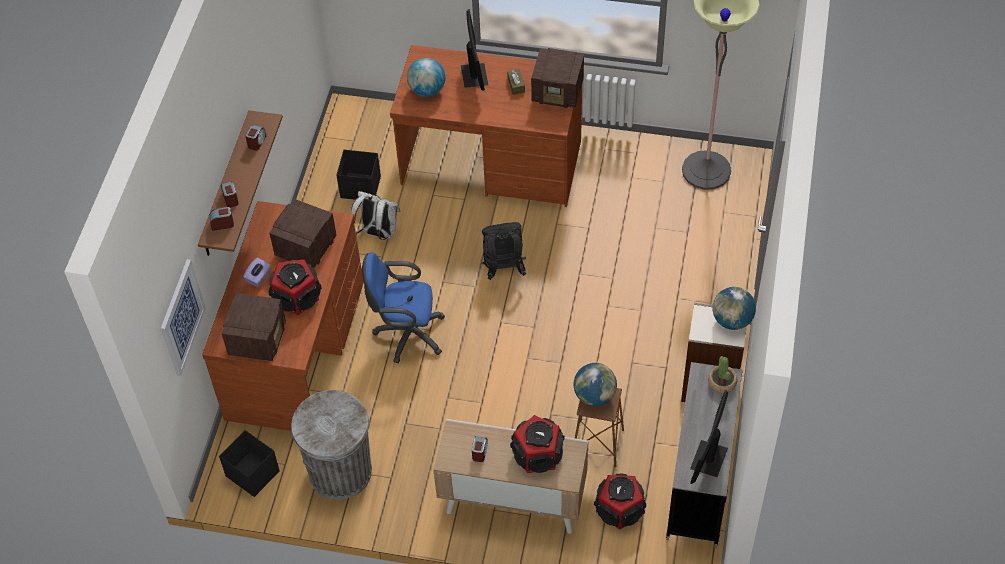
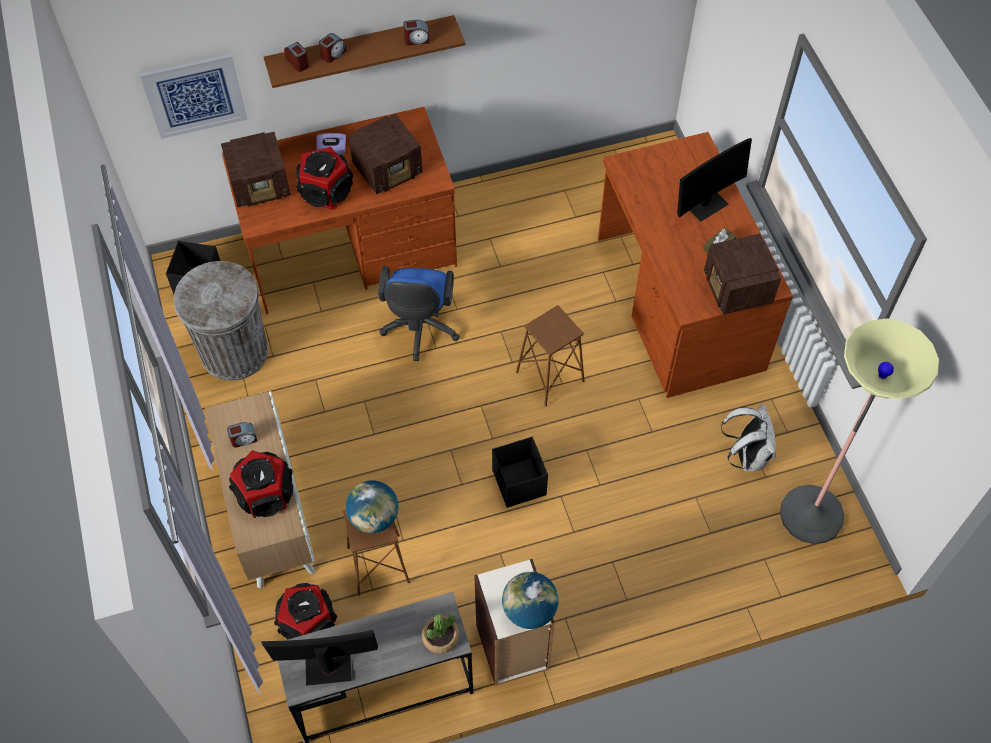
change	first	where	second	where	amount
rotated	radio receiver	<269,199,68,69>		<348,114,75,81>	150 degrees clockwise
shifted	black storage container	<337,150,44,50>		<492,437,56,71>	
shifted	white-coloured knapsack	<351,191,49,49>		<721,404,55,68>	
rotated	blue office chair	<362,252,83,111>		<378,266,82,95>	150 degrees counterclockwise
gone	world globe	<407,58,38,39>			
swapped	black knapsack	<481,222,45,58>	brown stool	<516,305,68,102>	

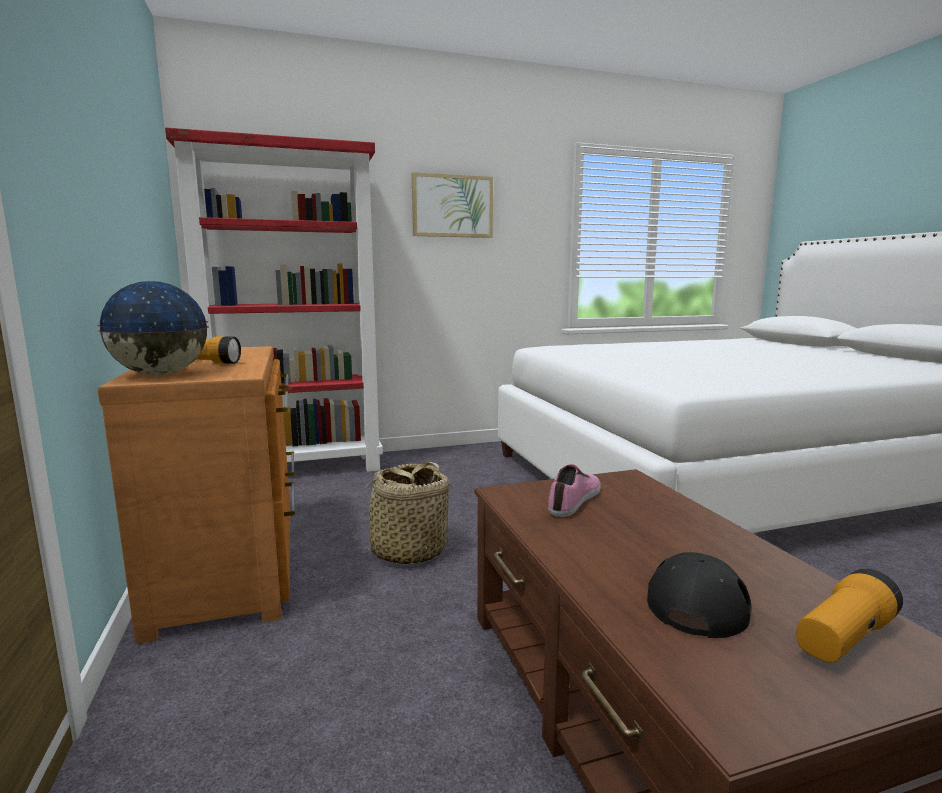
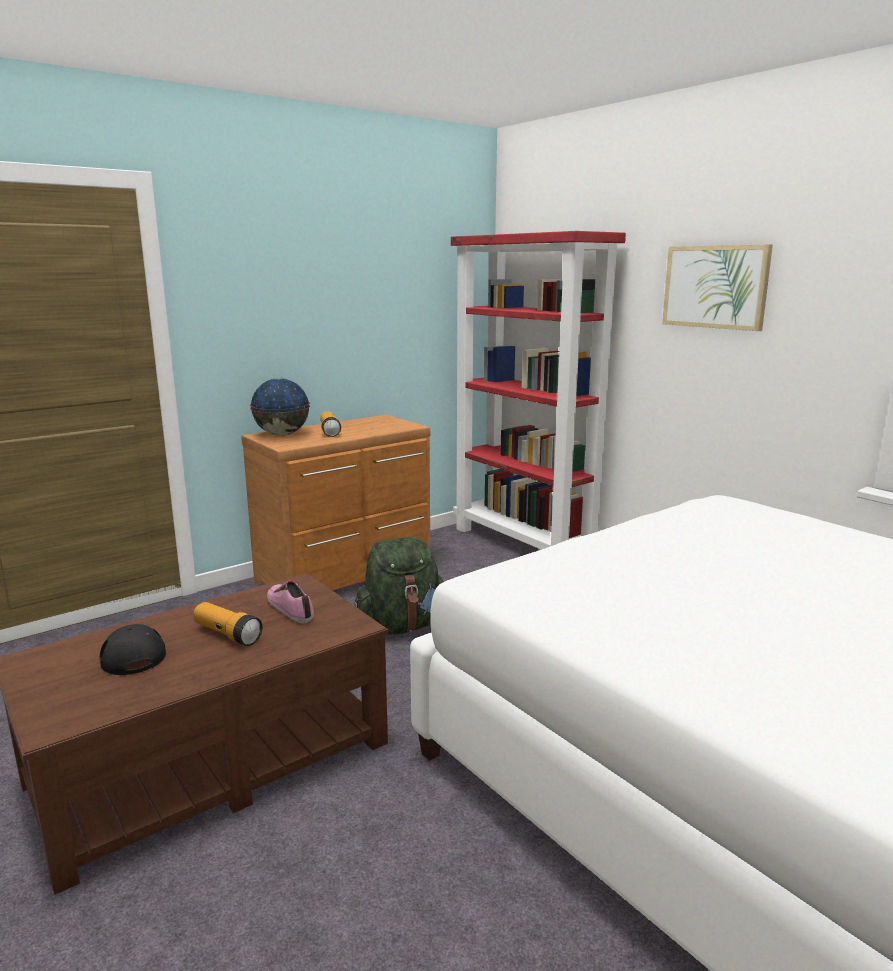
change	first	where	second	where	amount
swapped	basket	<350,462,107,103>	green-coloured knapsack	<354,537,90,97>	
rotated	shoe	<548,464,53,53>		<267,580,47,43>	135 degrees counterclockwise
rotated	black cap	<647,552,104,86>		<100,624,66,51>	135 degrees counterclockwise
shifted	hand torch	<796,569,107,94>		<194,602,68,44>	

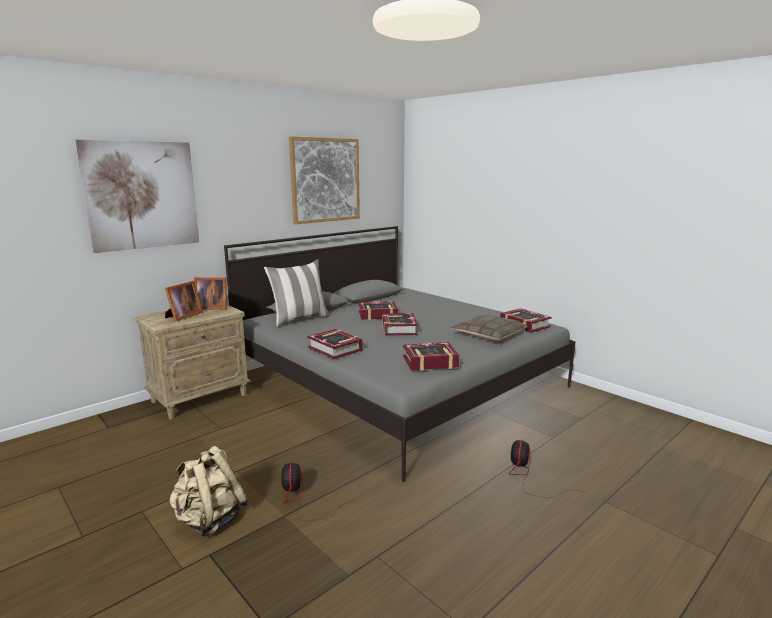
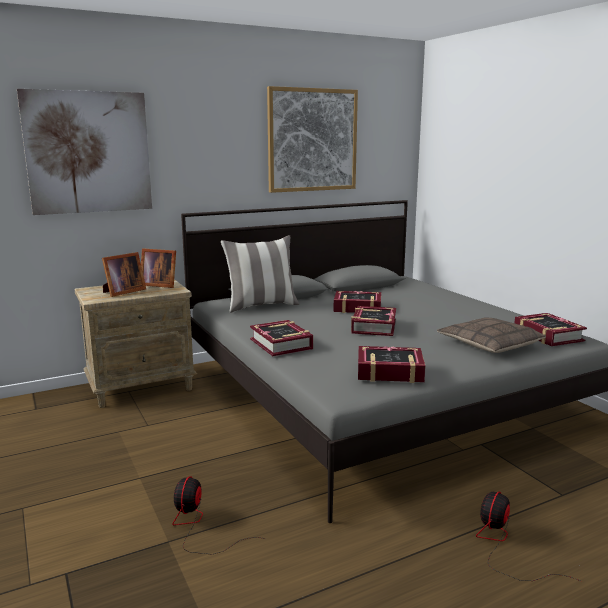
change	first	where	second	where	amount
gone	beige-coloured knapsack	<170,446,78,92>			

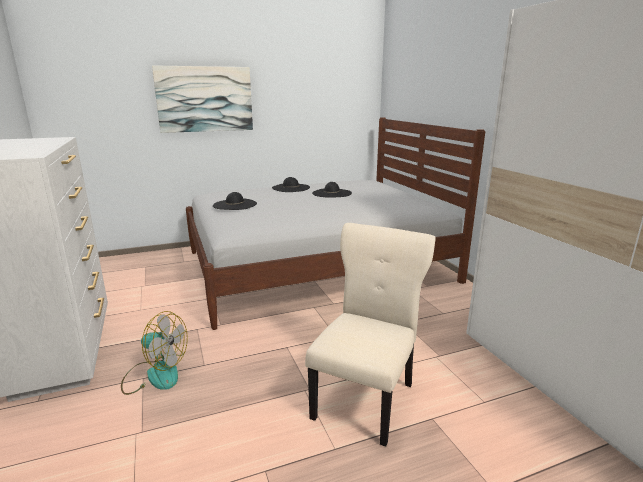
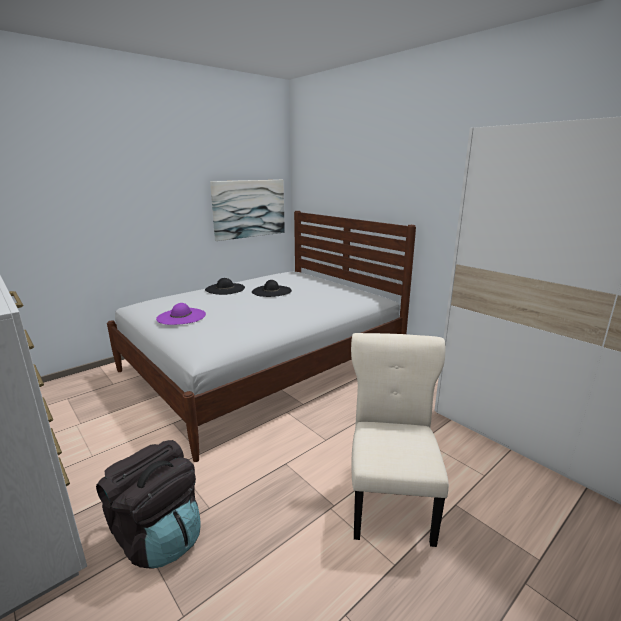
change	first	where	second	where	amount
swapped	fan	<121,311,67,84>	black knapsack	<96,440,105,128>	
shifted	wall art	<152,65,101,68>		<210,180,75,61>	
repainted	black clothing hat	<213,192,44,18>	purplish clothing hat	<156,303,50,22>	

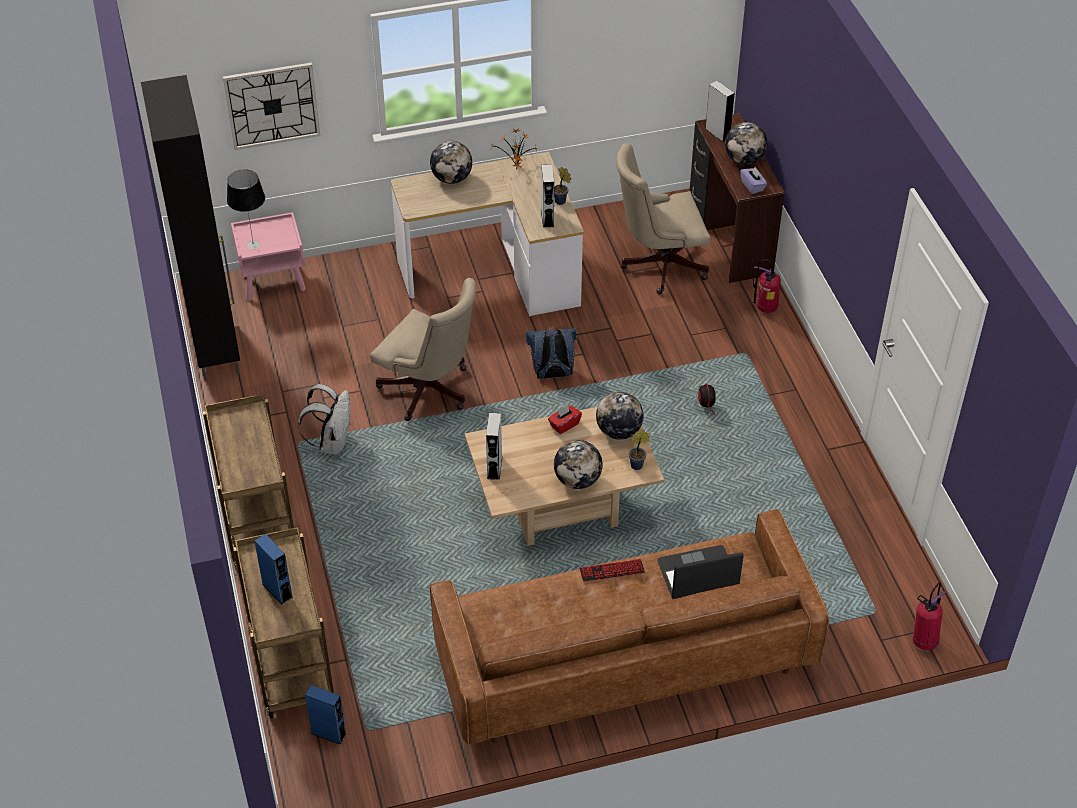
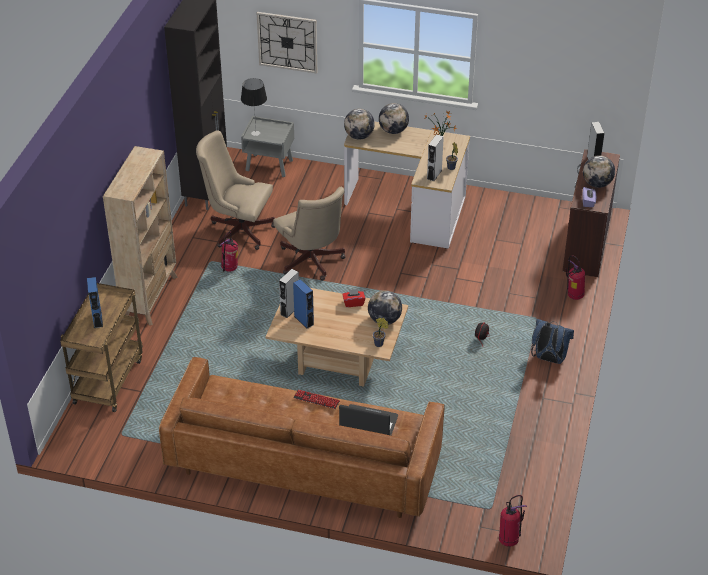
change	first	where	second	where	amount
swapped	brown wheeled cart	<203,394,91,179>	beige-coloured bookshelf	<103,146,75,180>	
repainted	pink-coloured night table	<231,212,75,89>	greyish night table	<241,116,53,61>	
swapped	white-coloured knapsack	<298,384,52,71>	fire extinguisher	<220,231,18,41>	
shifted	blue audio speaker	<305,685,42,60>		<293,279,21,50>	
shifted	blue knapsack	<526,327,51,52>		<531,319,43,45>	
shifted	world globe	<554,440,49,49>		<344,109,31,31>	
shifted	beige-coloured office chair	<616,143,94,151>		<196,130,79,120>	

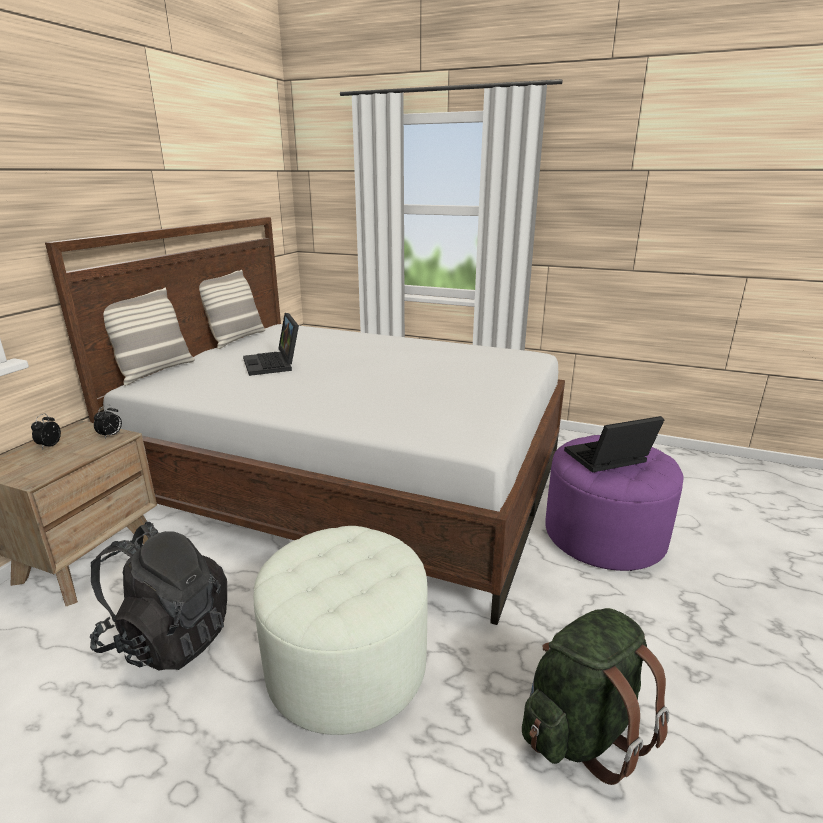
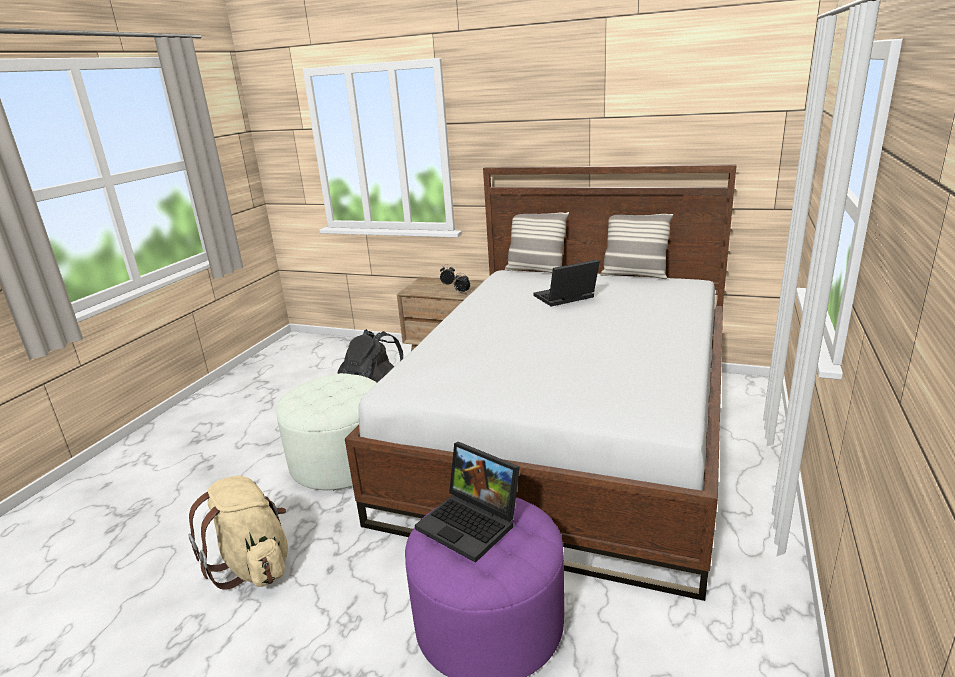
change	first	where	second	where	amount
repainted	green-coloured knapsack	<522,608,147,177>	beige-coloured knapsack	<188,476,100,114>	
rotated	portable computer	<564,416,100,56>		<415,442,105,121>	150 degrees clockwise

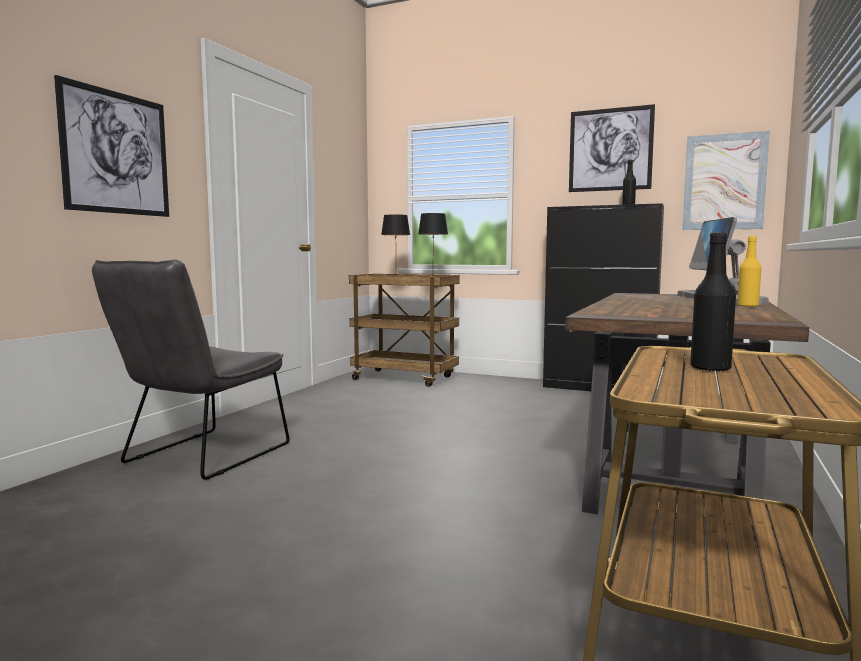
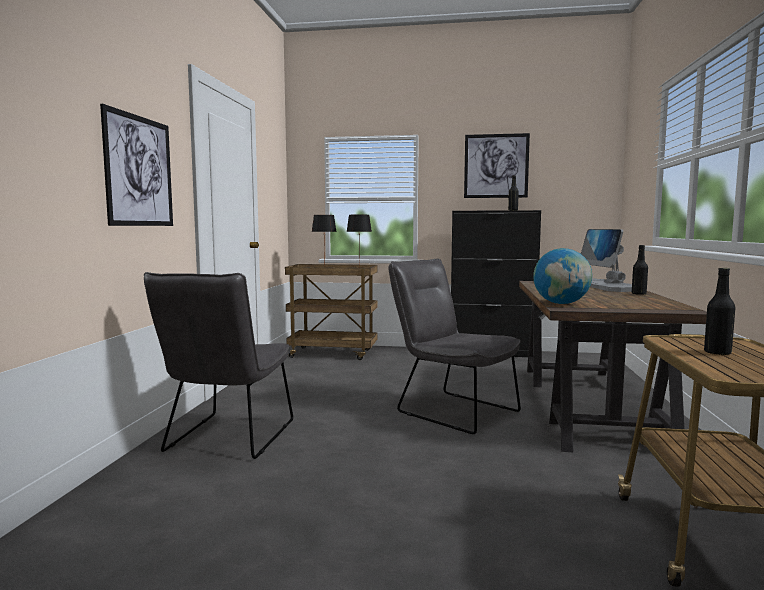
change	first	where	second	where	amount
gone	wall art	<682,131,88,99>			
repainted	yellow-coloured beverage bottle	<737,236,24,71>	black beverage bottle	<632,245,16,50>	
new			greyish plain chair	<388,259,133,175>	
new			world globe	<533,248,59,56>	

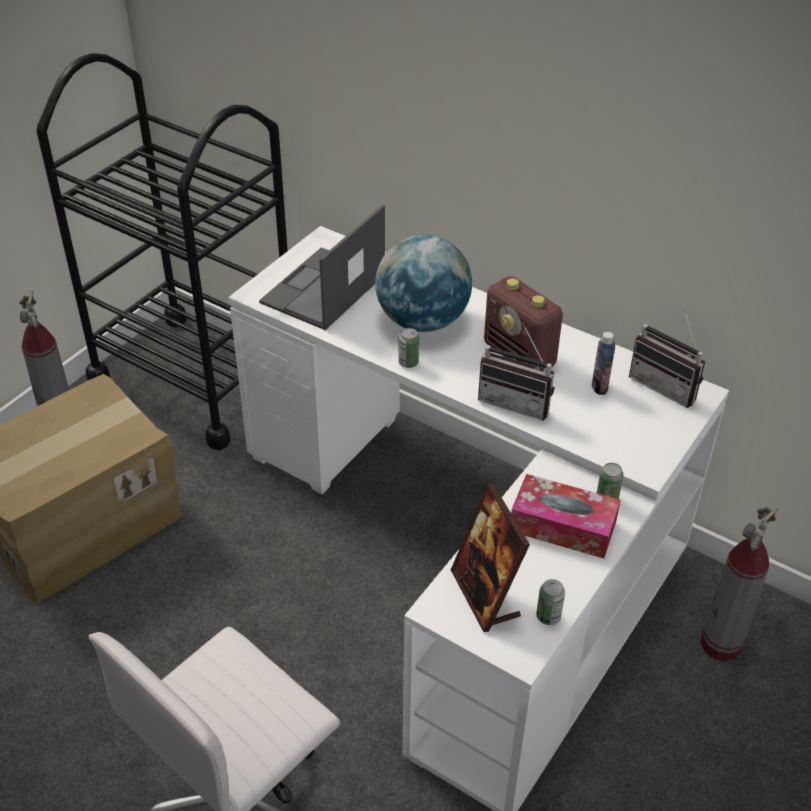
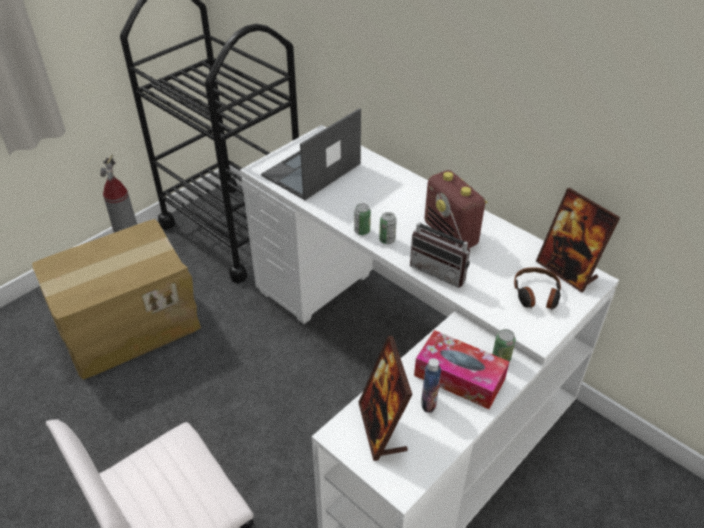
change	first	where	second	where	amount
gone	world globe	<375,235,97,97>			
shifted	metal can	<536,579,29,46>		<379,212,18,32>	
shifted	beverage bottle	<592,332,23,63>		<421,358,20,55>	
swapped	radio receiver	<629,308,76,100>	standing frame	<536,188,84,105>	
gone	fire extinguisher	<701,507,78,154>			
new			headphones	<514,267,47,43>	

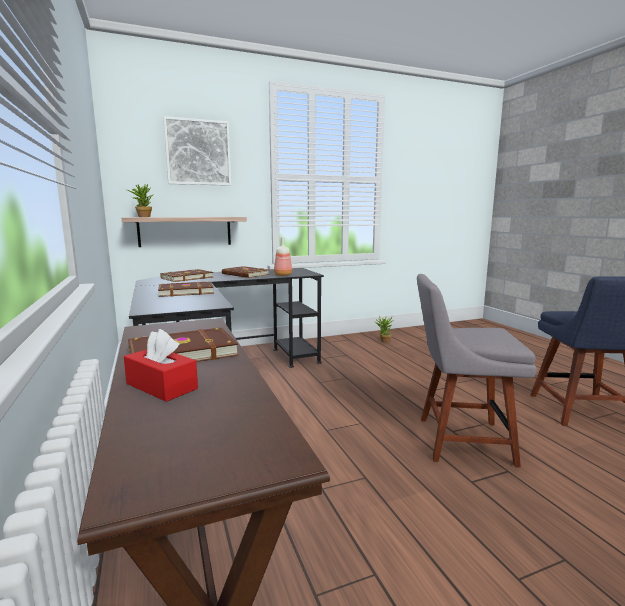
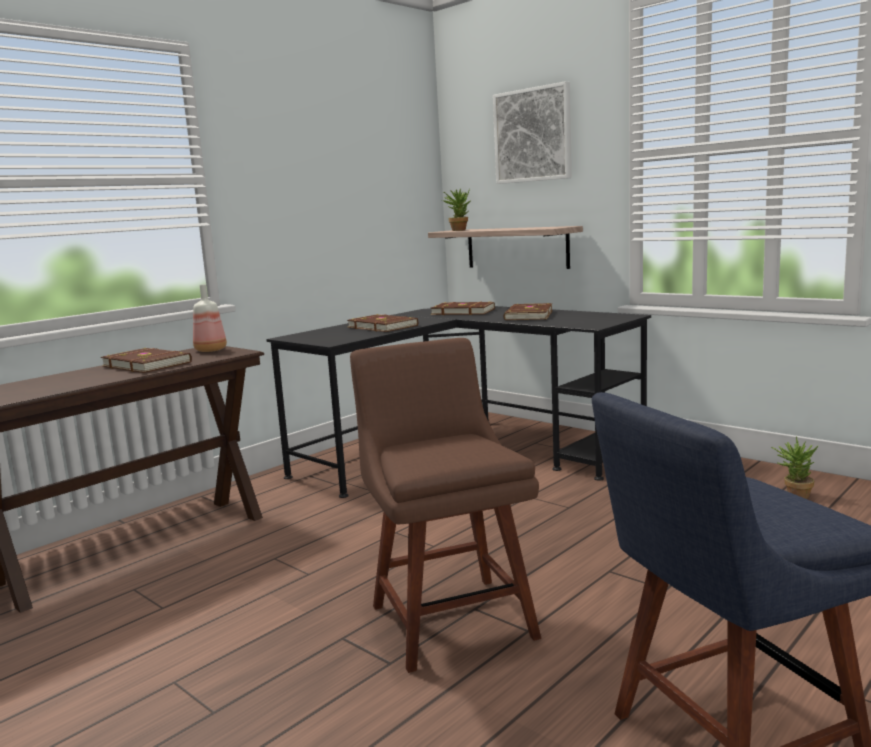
change	first	where	second	where	amount
gone	reddish box of tissues	<124,329,74,73>			
shifted	beverage bottle	<274,237,18,39>		<193,284,34,68>	
repainted	greyish plain chair	<417,274,120,194>	brown plain chair	<350,338,191,335>	

